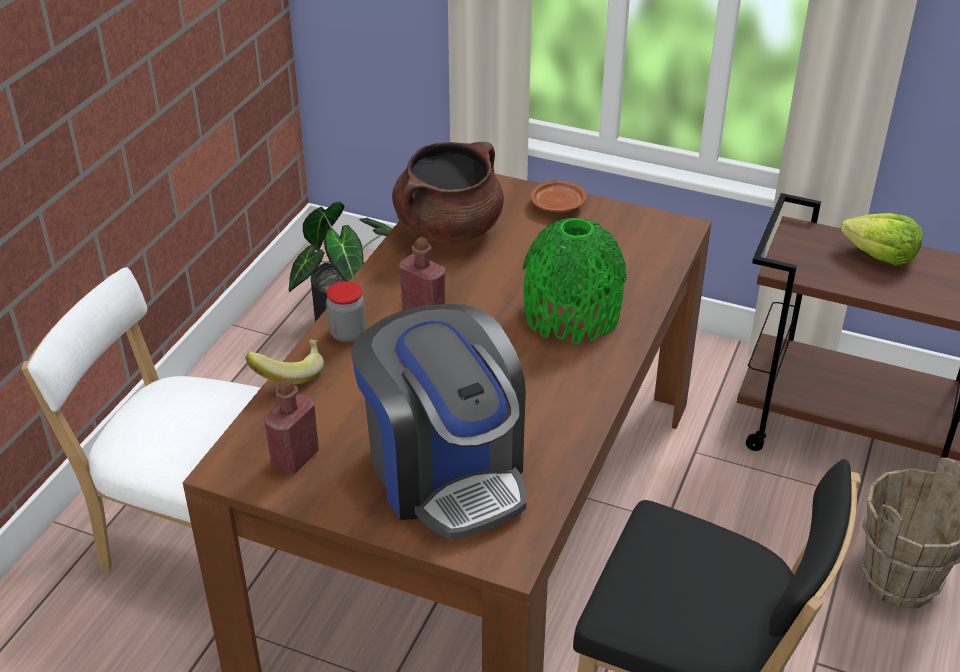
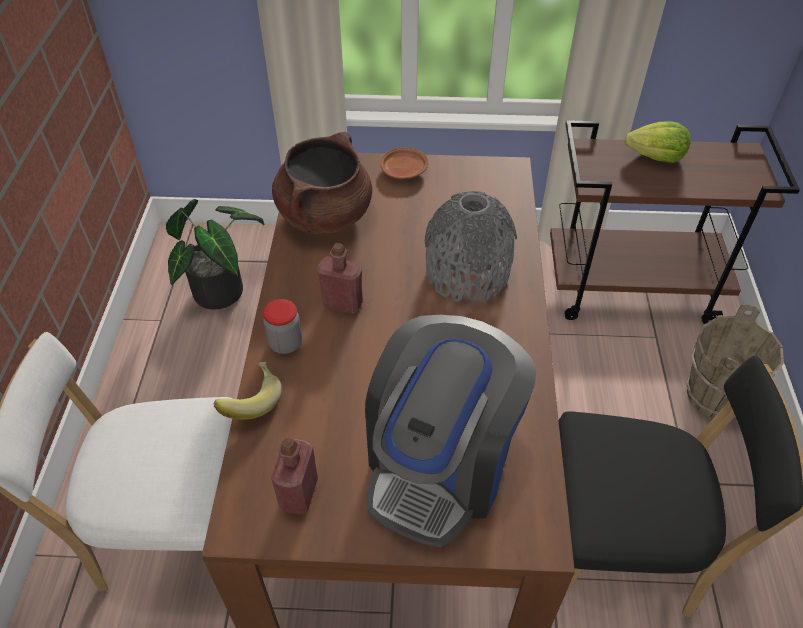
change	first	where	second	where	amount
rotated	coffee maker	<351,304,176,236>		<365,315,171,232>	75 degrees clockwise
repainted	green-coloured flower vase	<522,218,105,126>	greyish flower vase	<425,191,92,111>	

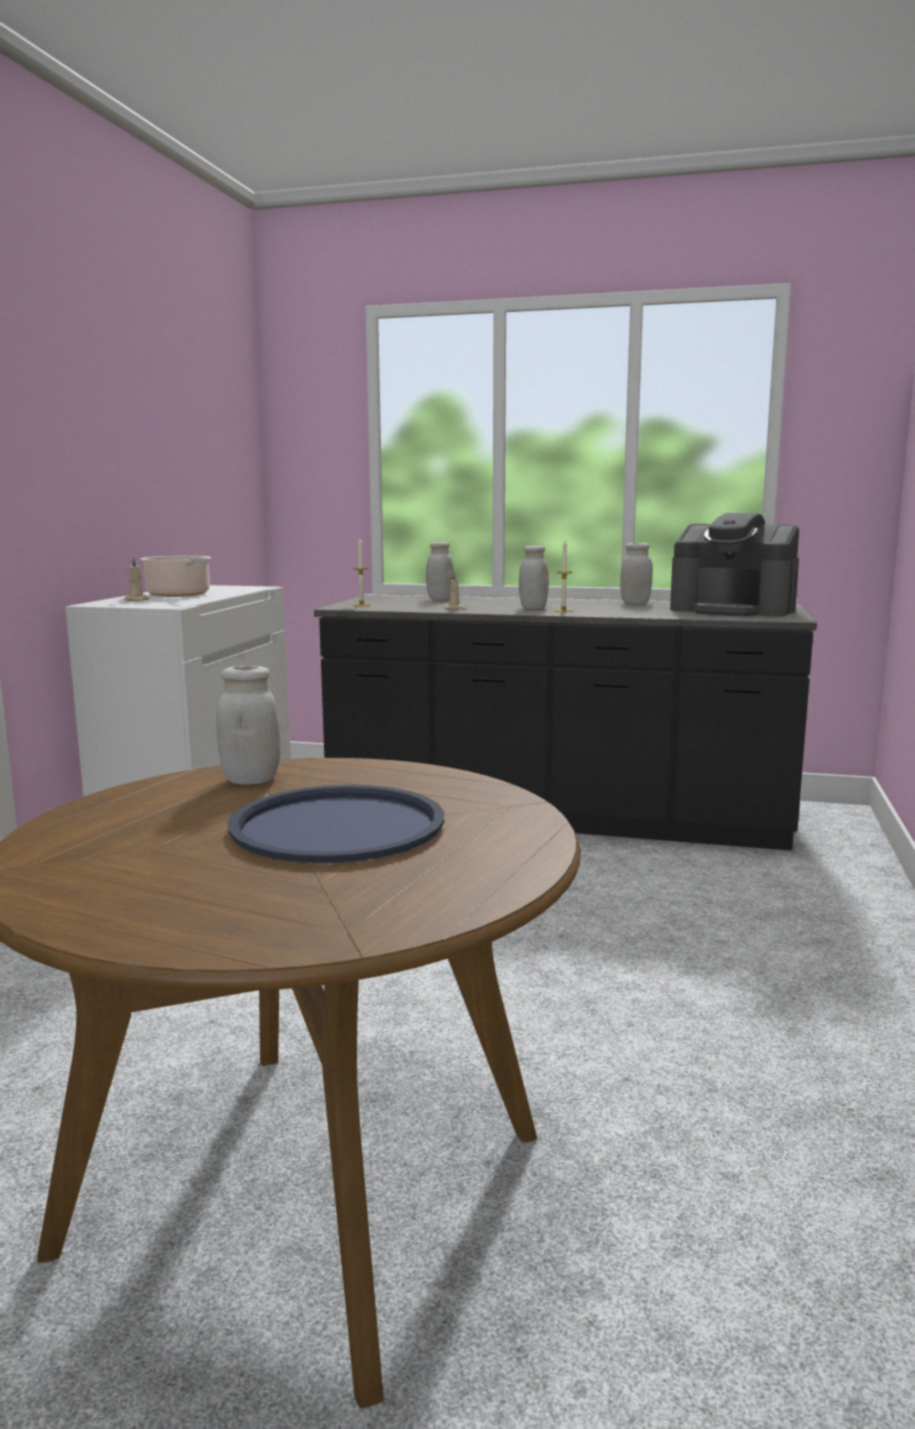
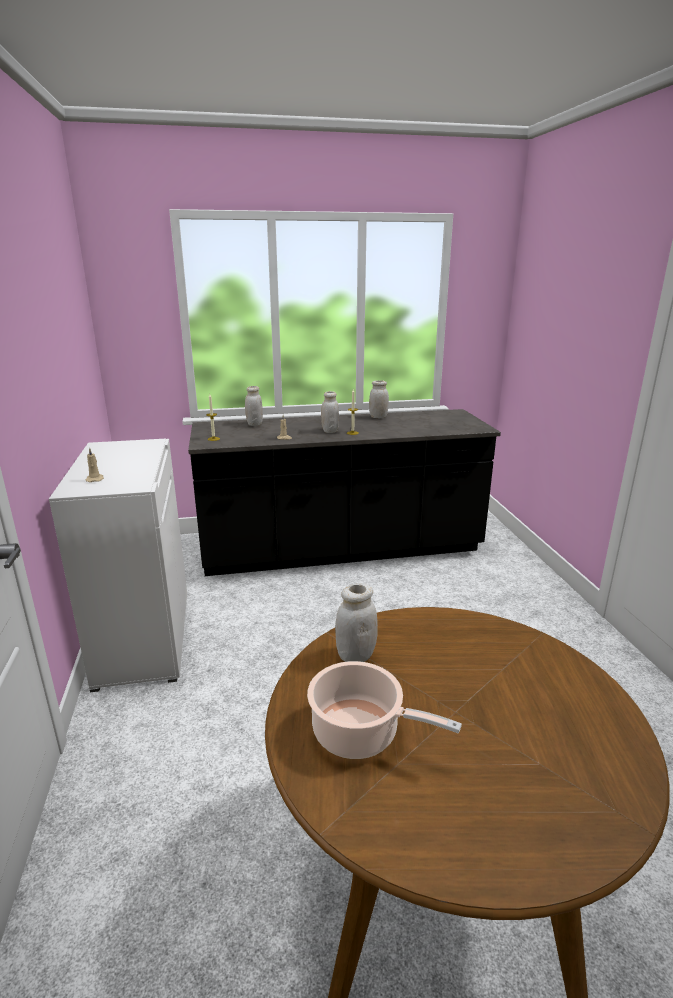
change	first	where	second	where	amount
shifted	saucepot	<140,556,71,41>		<307,661,155,98>	
gone	blue carrying tray	<228,785,216,78>			
gone	coffee maker	<670,513,129,104>			

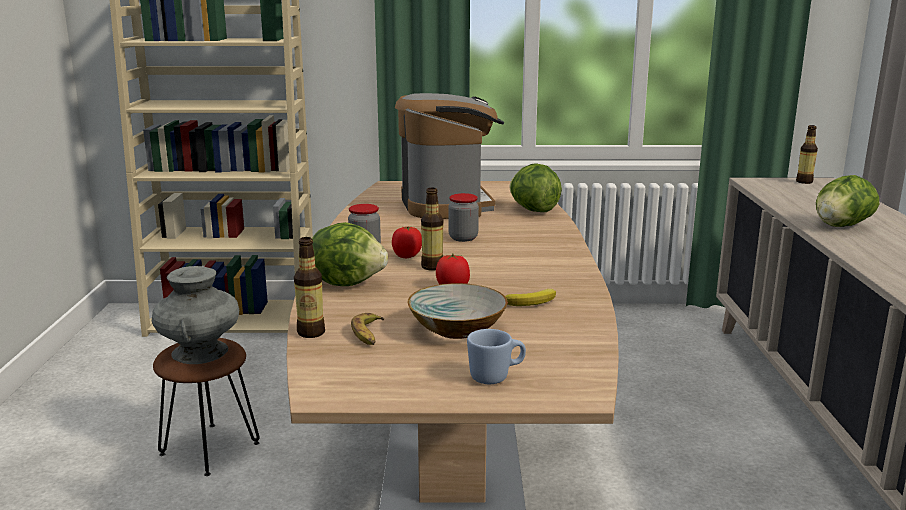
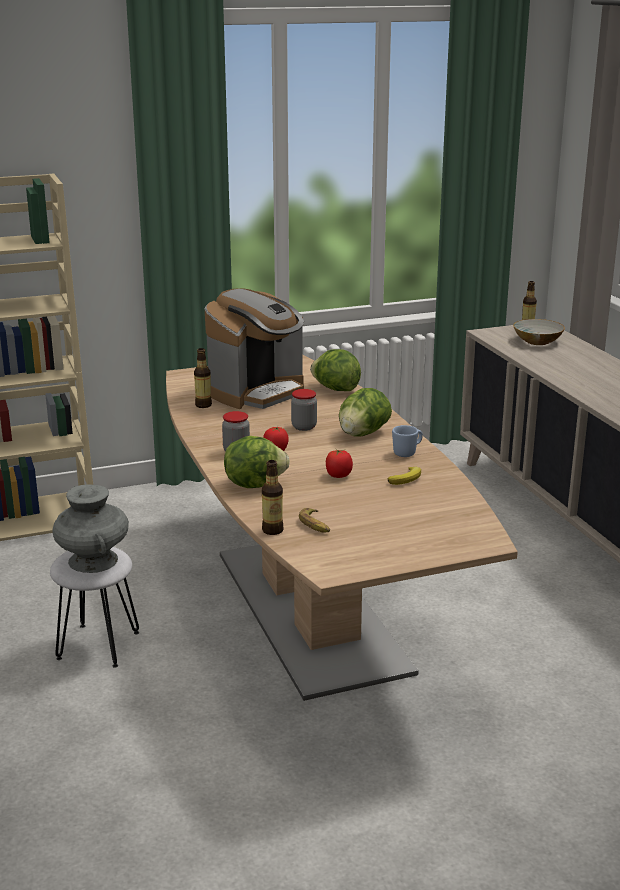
change	first	where	second	where	amount
repainted	brown stool	<153,338,107,138>	white-coloured stool	<50,547,89,121>	
rotated	coffee maker	<395,93,109,126>		<205,288,99,121>	75 degrees clockwise
shifted	deep dish	<407,283,101,56>		<513,319,52,26>	
shifted	beverage bottle	<421,188,22,83>		<194,348,18,60>	
shifted	blue mug	<467,329,59,55>		<392,425,31,32>	
shifted	lettuce head	<816,175,63,52>		<339,388,53,48>	

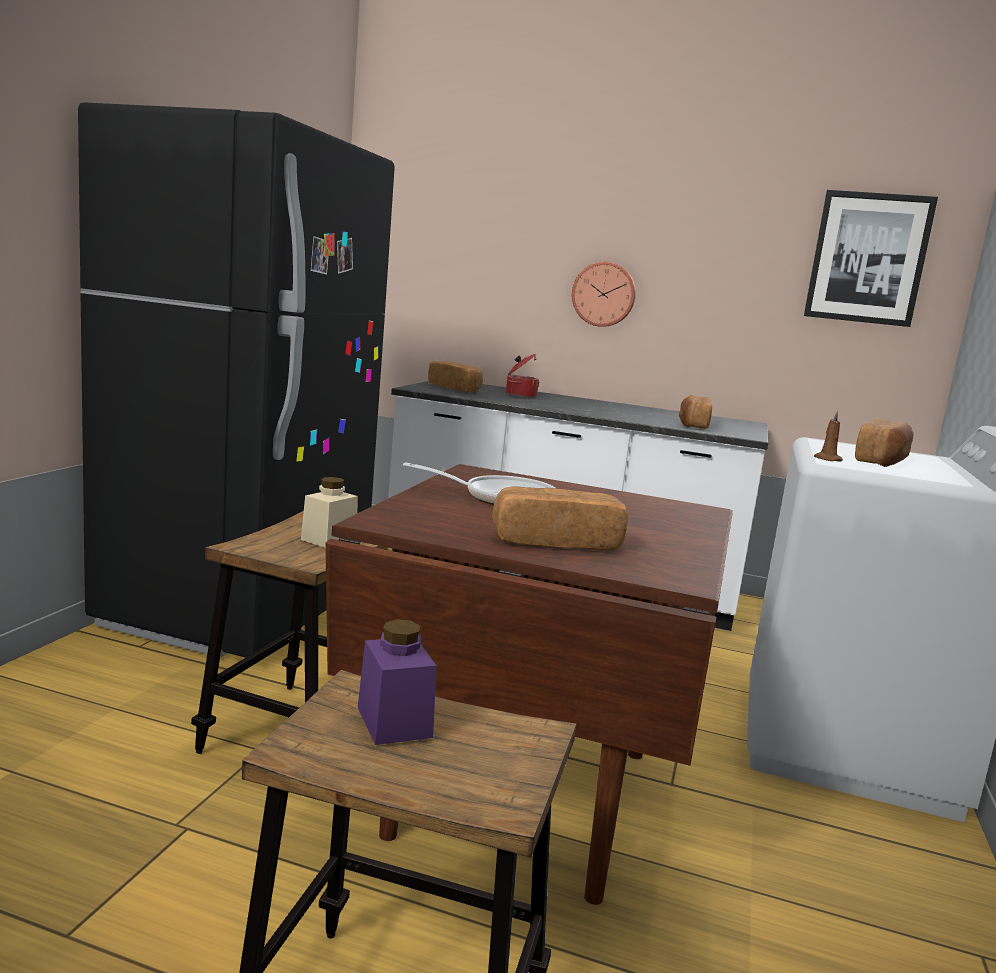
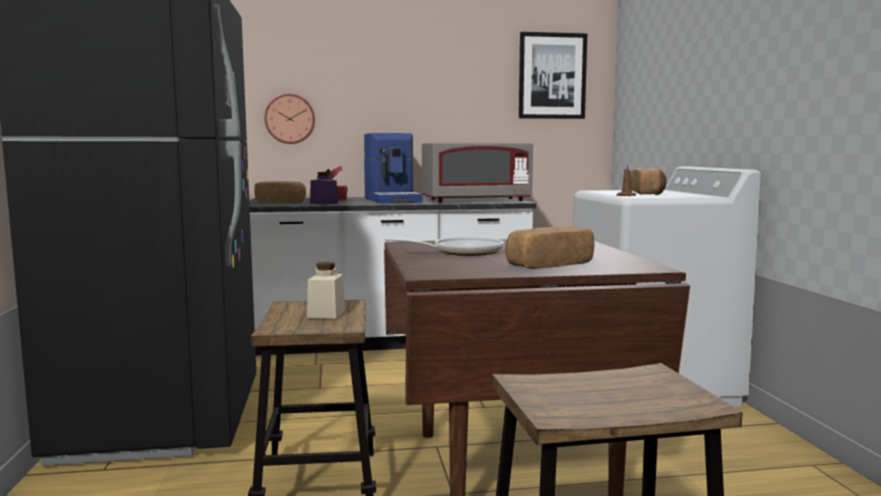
change	first	where	second	where	amount
shifted	purplish preserve jar	<358,619,78,126>		<310,172,28,33>	
shifted	wall clock	<572,262,64,65>		<264,94,51,50>	
swapped	bakery bread	<679,395,33,34>	greyish microwave	<422,143,111,60>	
new			coffee maker	<364,133,59,71>	

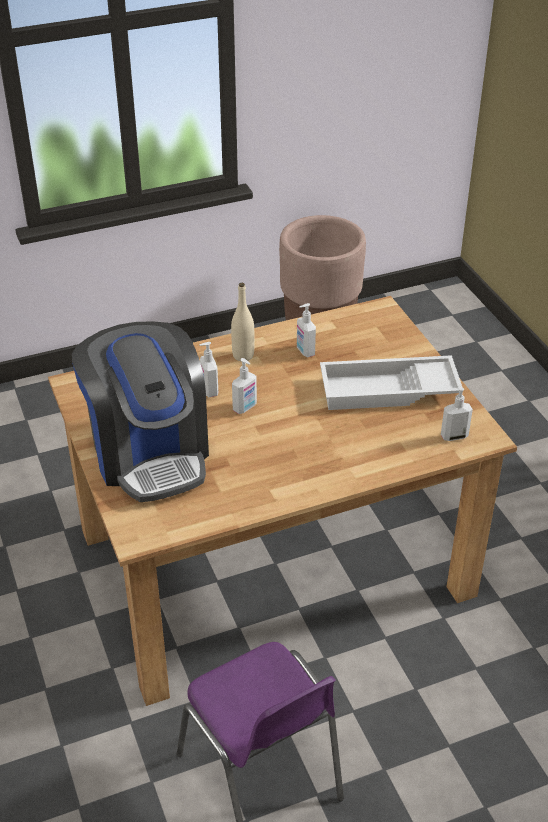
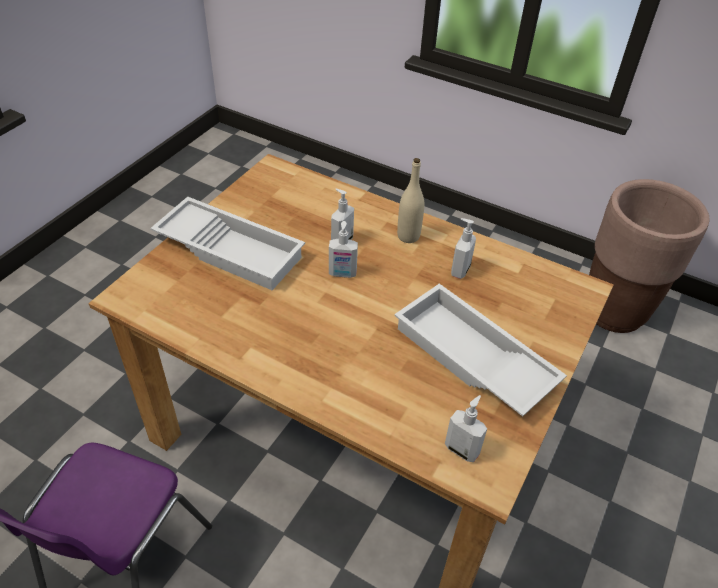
change	first	where	second	where	amount
swapped	coffee maker	<72,321,137,181>	white-coloured carrying tray	<150,197,155,93>	

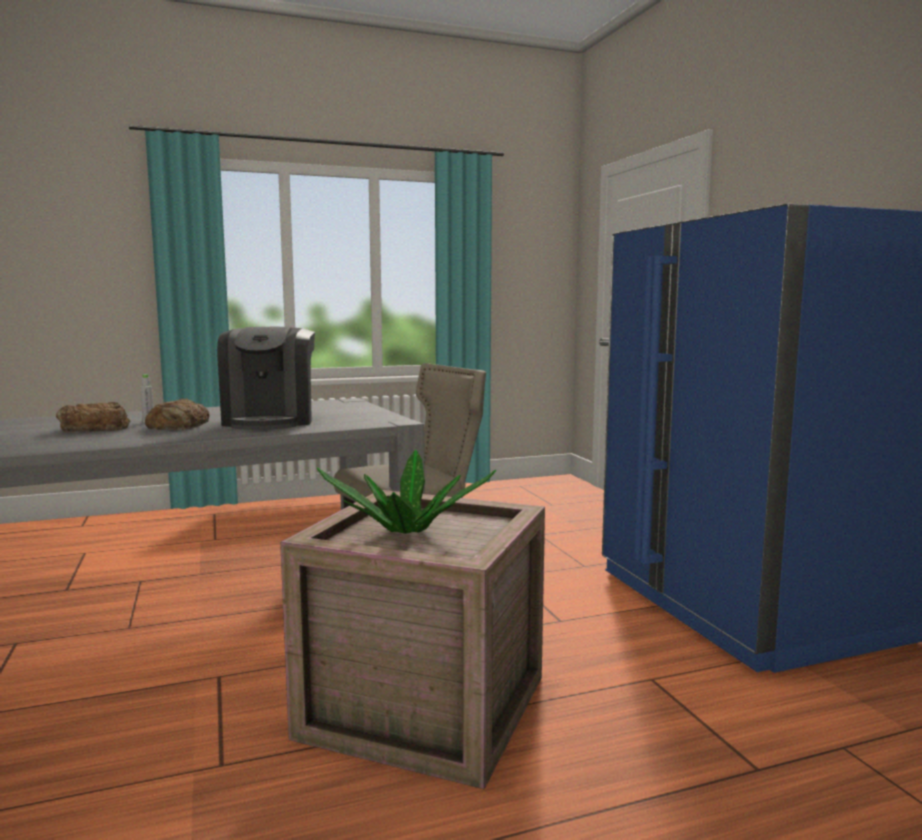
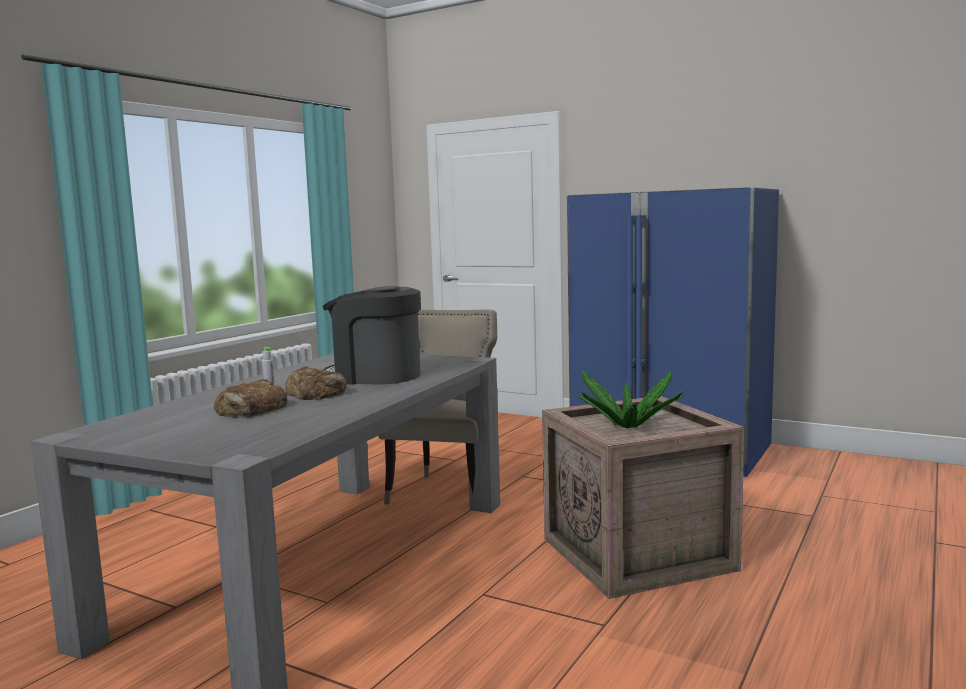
change	first	where	second	where	amount
rotated	coffee maker	<217,327,98,103>		<322,286,99,99>	150 degrees clockwise

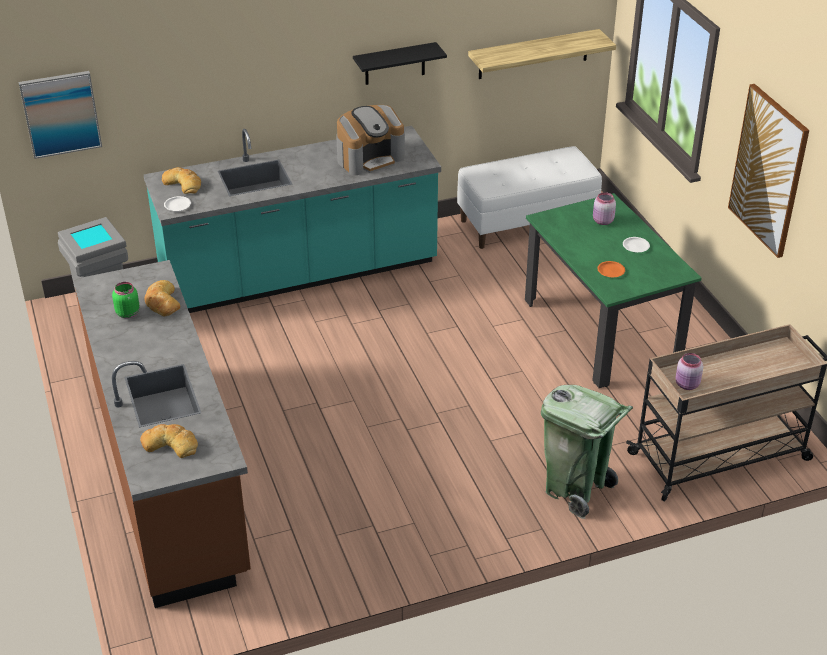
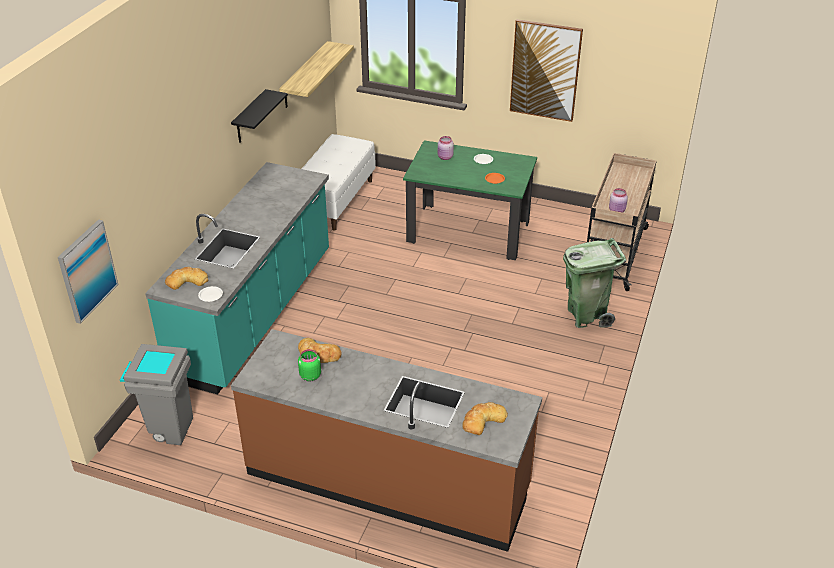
change	first	where	second	where	amount
gone	coffee maker	<336,105,69,70>			

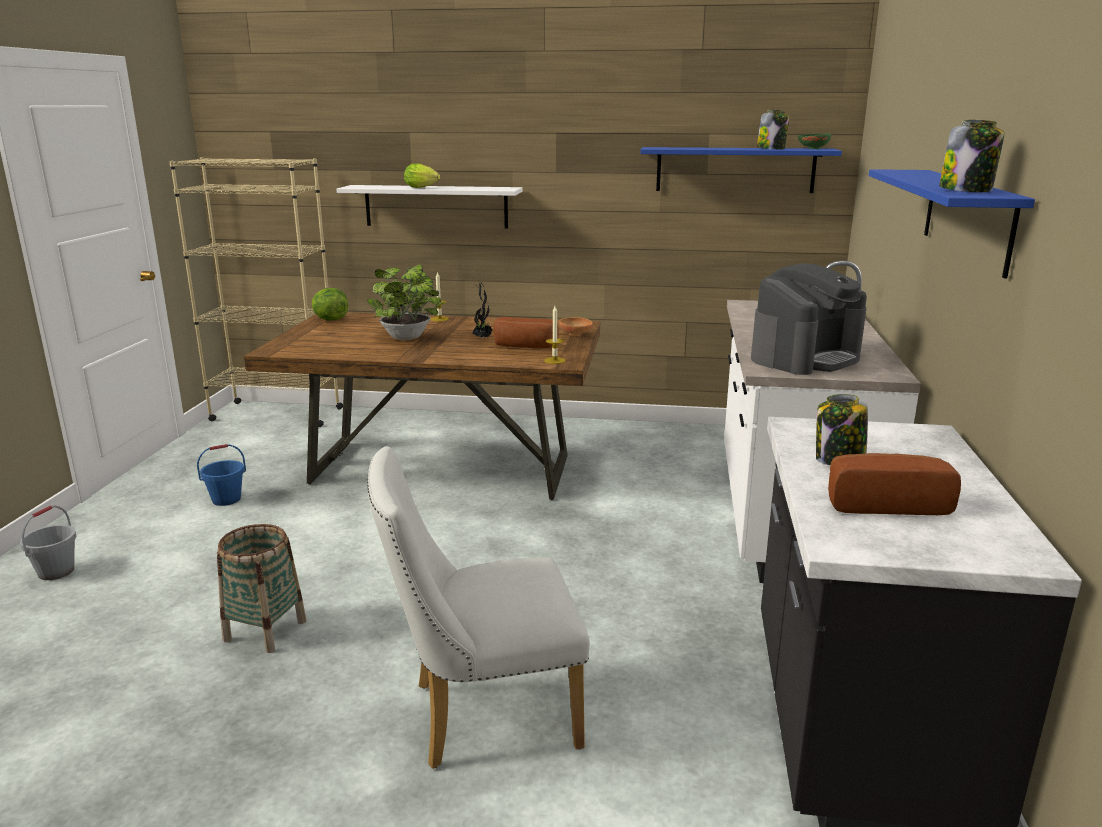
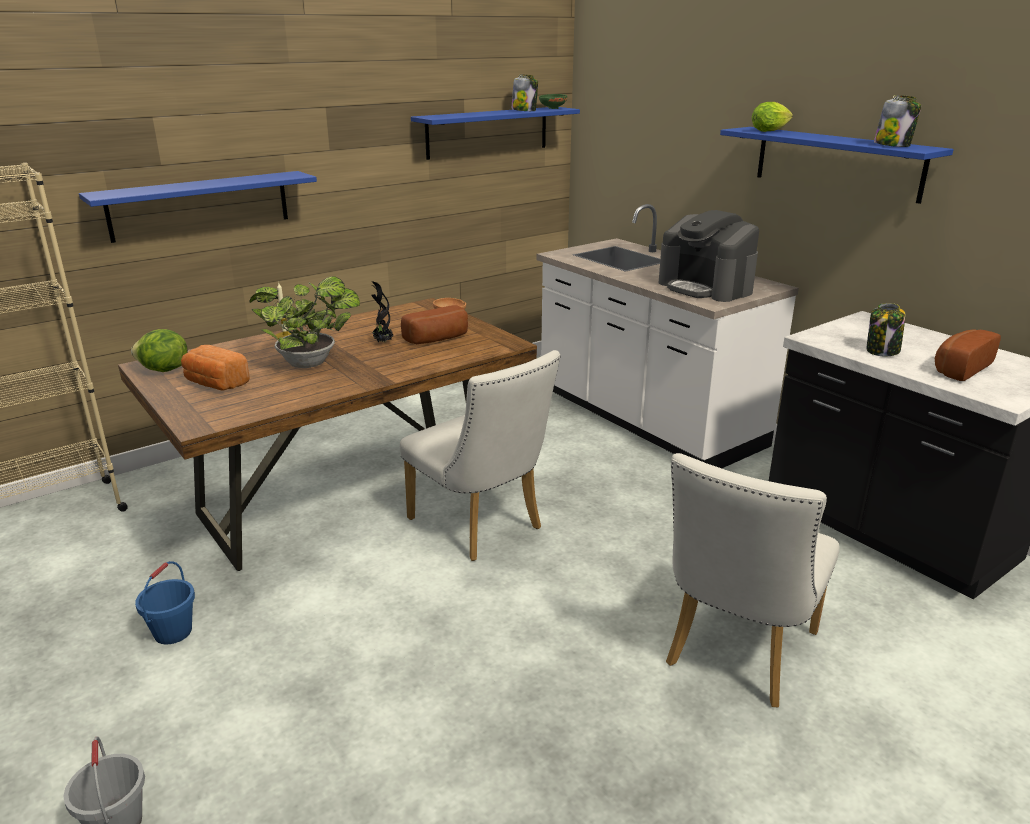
change	first	where	second	where	amount
gone	basket	<217,524,89,129>			
repainted	white-coloured bracket shelf	<336,185,186,43>	blue bracket shelf	<79,171,238,72>	
shifted	lettuce head	<404,163,36,25>		<752,102,41,30>	
gone	wax light	<544,306,21,58>			
rotated	coffee maker	<751,263,116,112>		<659,210,100,92>	135 degrees clockwise
new			bakery bread	<181,345,69,45>	
new			white-coloured plain chair	<400,350,161,211>	

